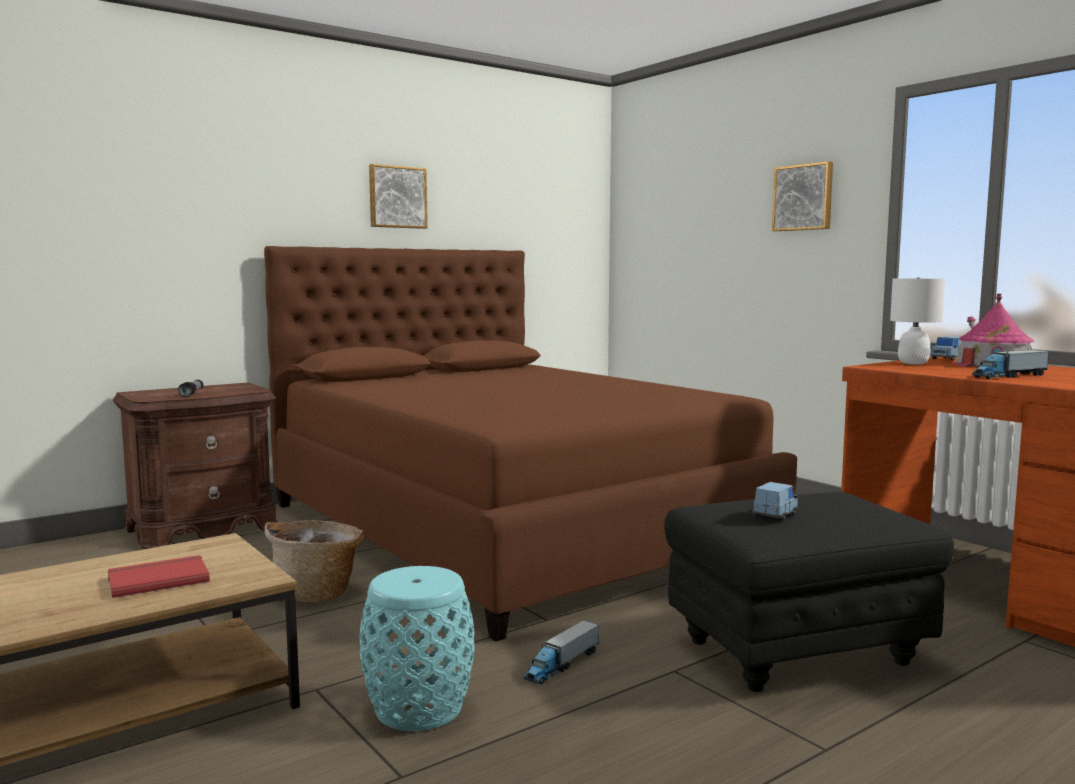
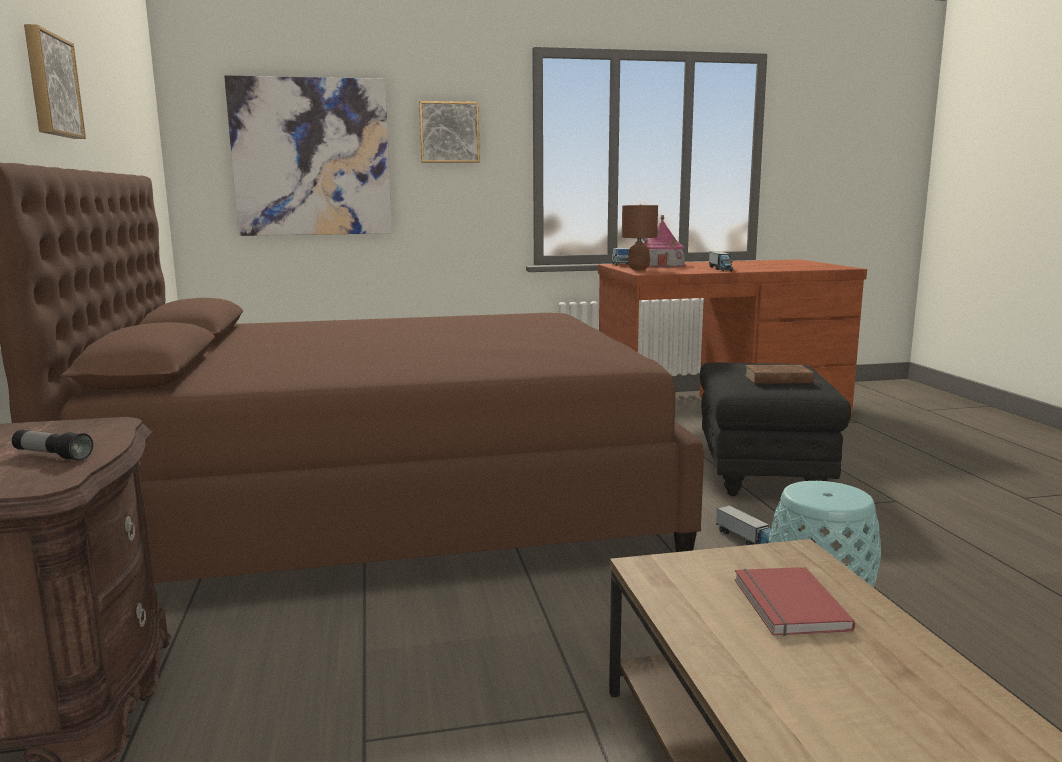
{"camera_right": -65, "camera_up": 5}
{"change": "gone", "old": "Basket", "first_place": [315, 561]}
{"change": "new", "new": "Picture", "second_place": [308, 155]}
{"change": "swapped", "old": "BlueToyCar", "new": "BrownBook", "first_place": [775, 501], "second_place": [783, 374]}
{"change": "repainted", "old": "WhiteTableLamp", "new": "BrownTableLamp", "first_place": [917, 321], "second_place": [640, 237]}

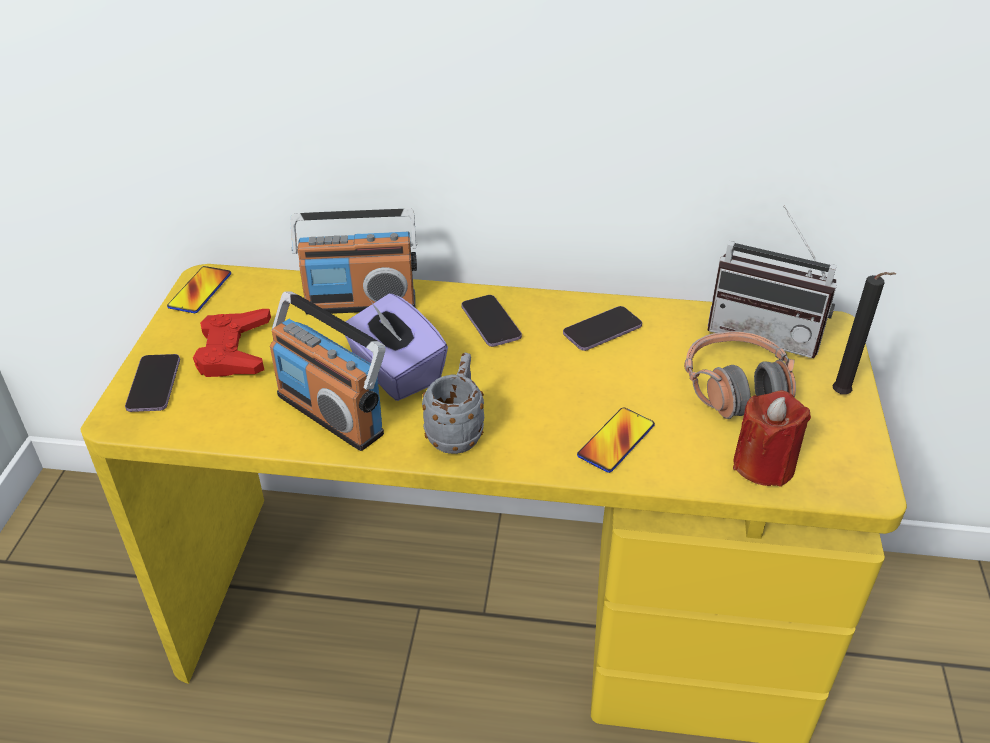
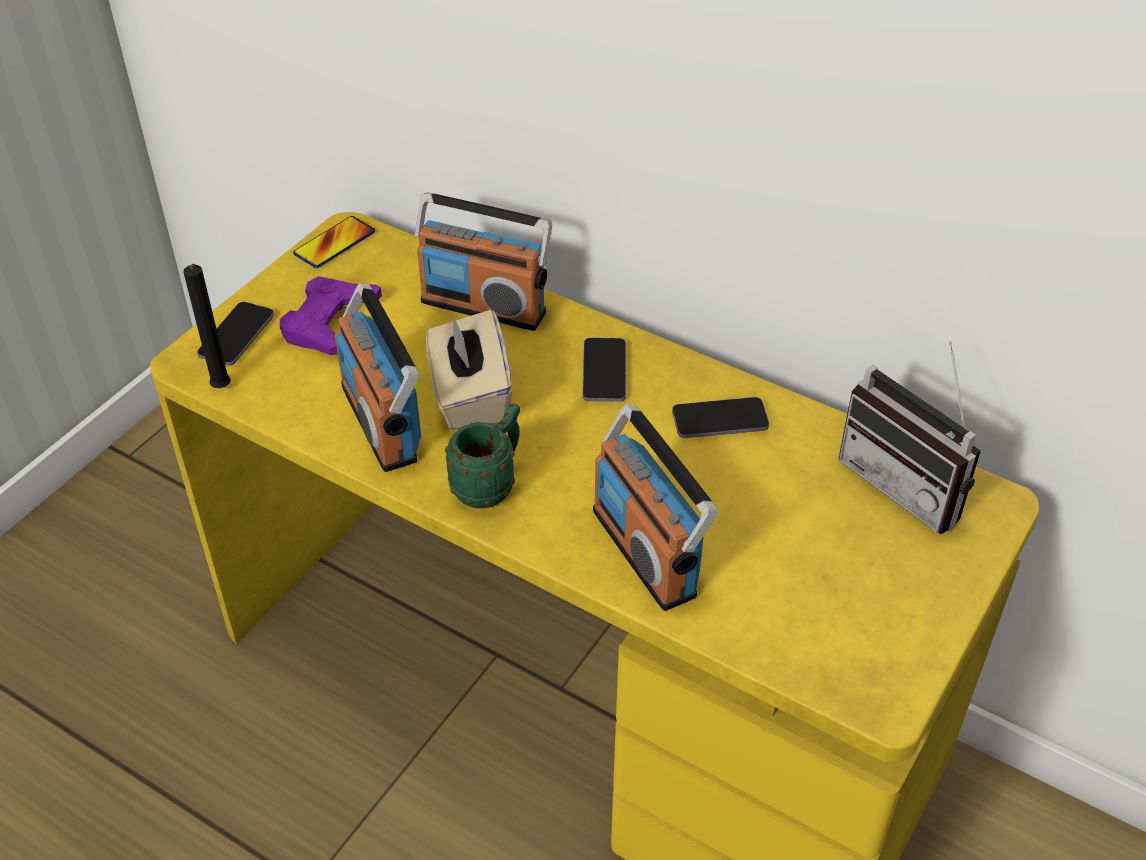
{"camera_right": 25, "camera_up": 5}
{"change": "gone", "old": "Headphones", "first_place": [740, 375]}
{"change": "gone", "old": "RedCandle", "first_place": [772, 438]}
{"change": "shifted", "old": "BlackCandle", "first_place": [864, 333], "second_place": [207, 326]}
{"change": "swapped", "old": "Phone", "new": "Radio", "first_place": [616, 440], "second_place": [655, 507]}
{"change": "repainted", "old": "RedGameController", "new": "PurpleGameController", "first_place": [232, 343], "second_place": [331, 315]}
{"change": "repainted", "old": "PurpleTissueBox", "new": "BeigeTissueBox", "first_place": [396, 347], "second_place": [469, 370]}
{"change": "repainted", "old": "GreyMug", "new": "GreenMug", "first_place": [453, 403], "second_place": [482, 455]}

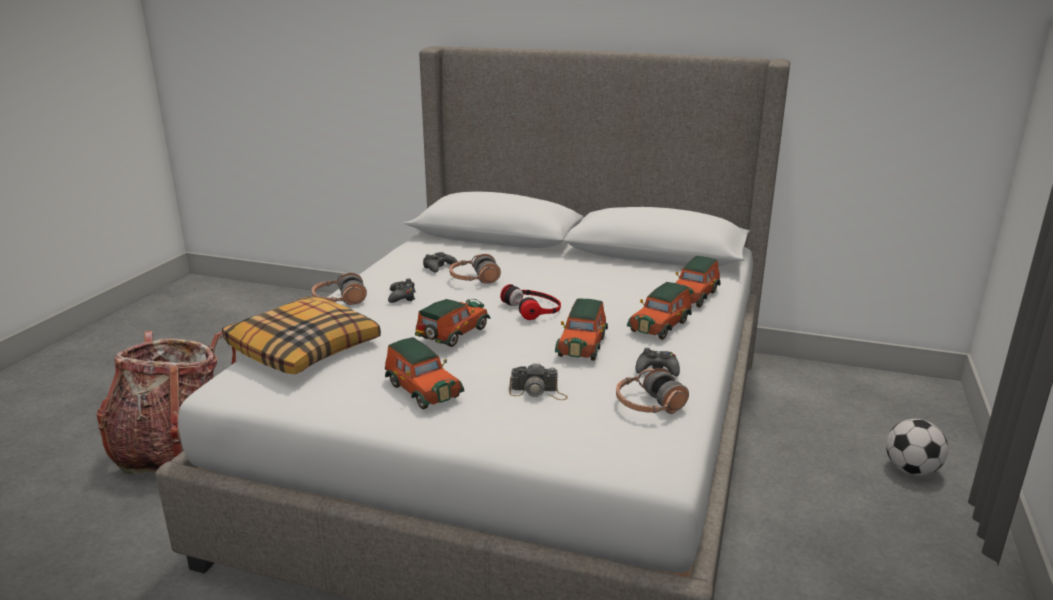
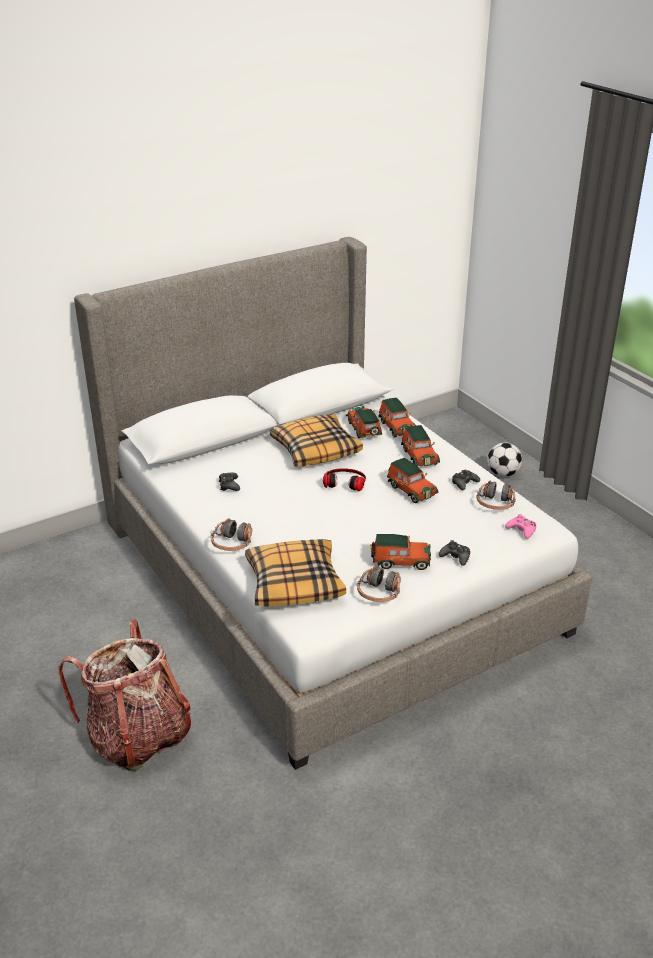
{"camera_right": -50, "camera_up": 10}
{"change": "gone", "old": "PhotoCamera", "first_place": [538, 381]}
{"change": "new", "new": "Pillow", "second_place": [316, 440]}
{"change": "new", "new": "PinkGameController", "second_place": [520, 526]}
{"change": "shifted", "old": "BlackGameController", "first_place": [402, 290], "second_place": [454, 553]}
{"change": "shifted", "old": "ToyCar", "first_place": [453, 323], "second_place": [364, 421]}
{"change": "shifted", "old": "Headphones", "first_place": [475, 269], "second_place": [379, 584]}

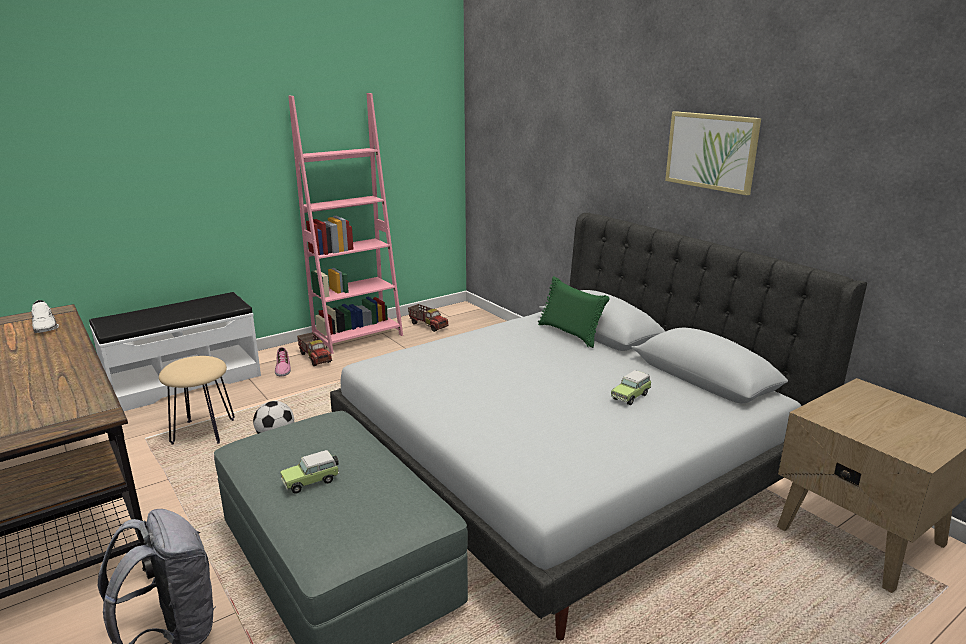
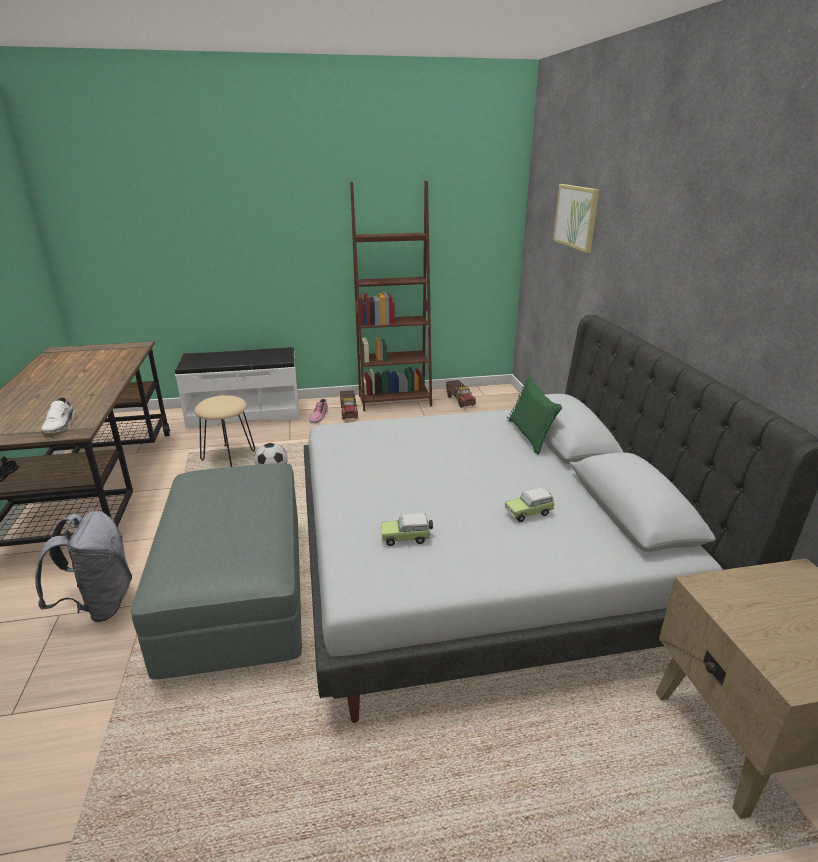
{"camera_right": 25, "camera_up": 5}
{"change": "shifted", "old": "WhiteShoe", "first_place": [45, 316], "second_place": [58, 415]}
{"change": "shifted", "old": "ToyCar", "first_place": [309, 472], "second_place": [407, 529]}
{"change": "shifted", "old": "Picture", "first_place": [713, 153], "second_place": [576, 218]}
{"change": "repainted", "old": "PinkBookcase", "new": "BrownBookcase", "first_place": [345, 223], "second_place": [391, 296]}

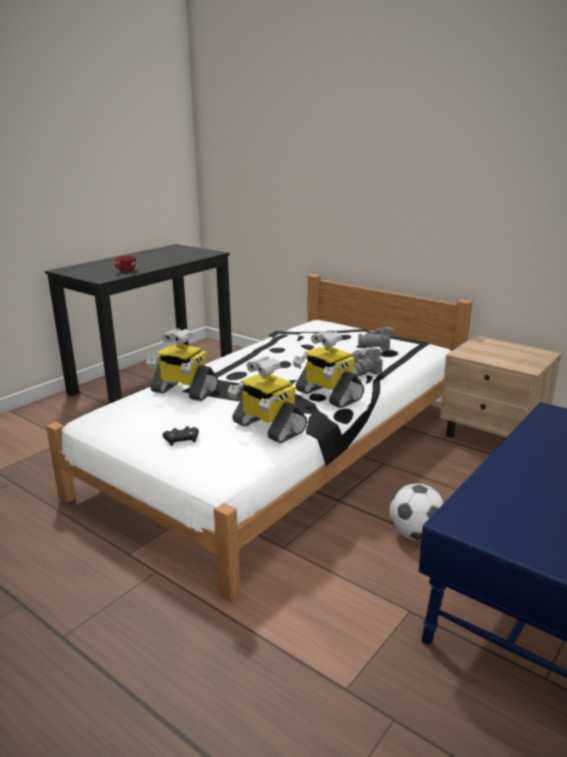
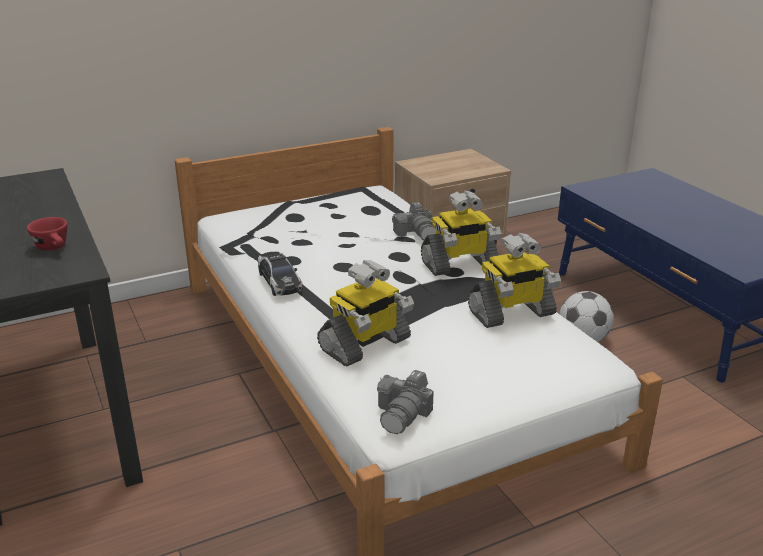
{"camera_right": -65, "camera_up": 5}
{"change": "gone", "old": "BlackGameController", "first_place": [181, 436]}
{"change": "new", "new": "ToyCar", "second_place": [280, 274]}
{"change": "shifted", "old": "PhotoCamera", "first_place": [376, 339], "second_place": [405, 402]}

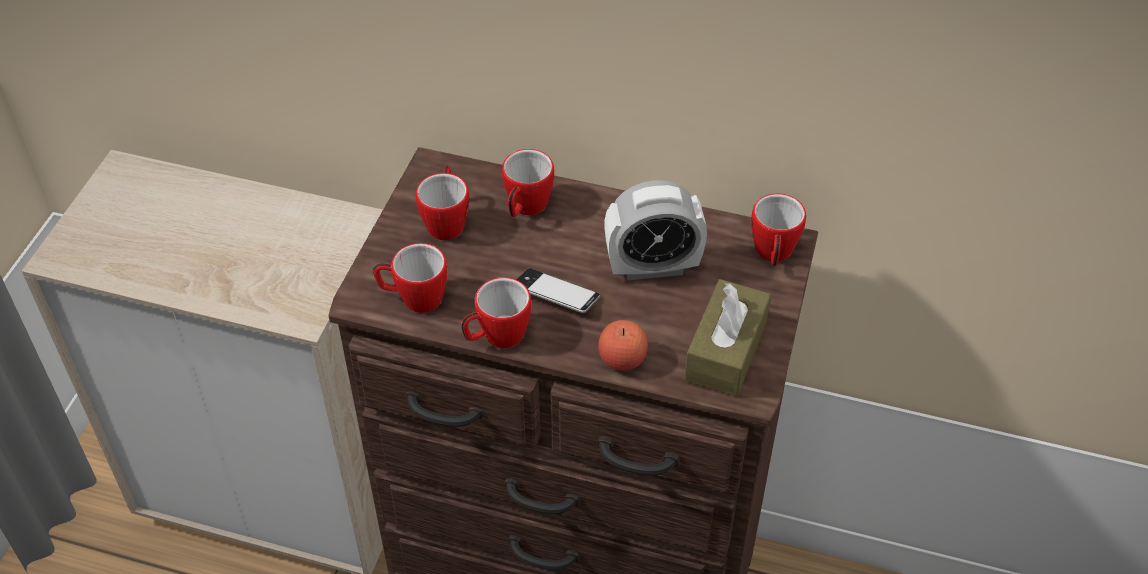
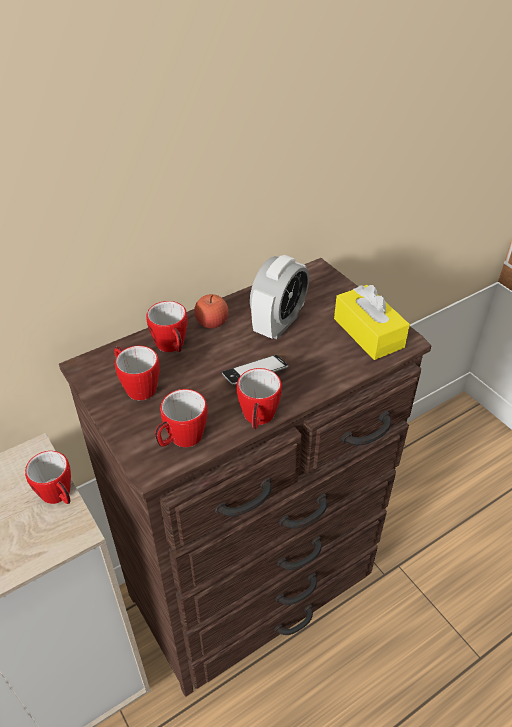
{"camera_right": -50, "camera_up": -5}
{"change": "shifted", "old": "Apple", "first_place": [623, 345], "second_place": [211, 311]}
{"change": "shifted", "old": "Mug", "first_place": [778, 230], "second_place": [48, 477]}
{"change": "repainted", "old": "BrownTissueBox", "new": "YellowTissueBox", "first_place": [727, 337], "second_place": [372, 322]}

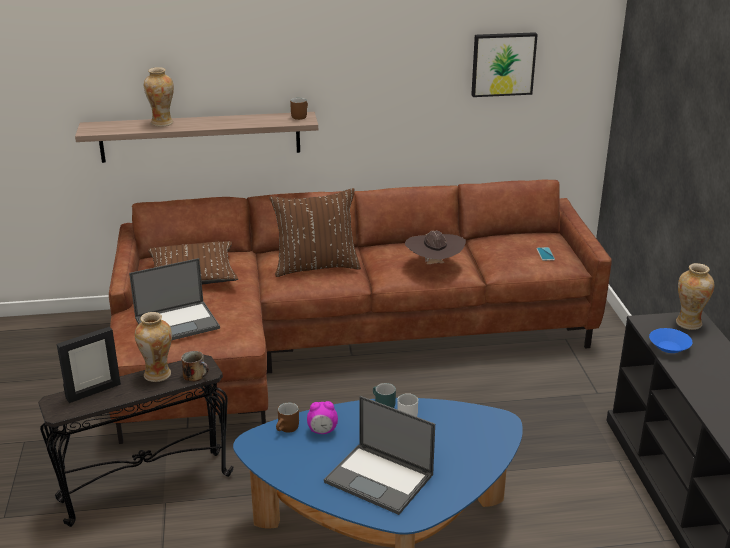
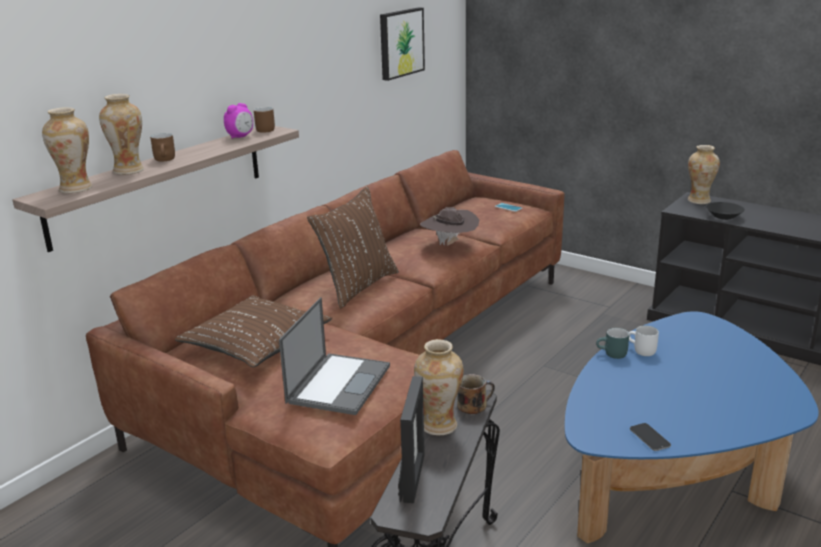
{"camera_right": -45, "camera_up": -5}
{"change": "gone", "old": "Laptop", "first_place": [379, 455]}
{"change": "new", "new": "Vase", "second_place": [67, 150]}
{"change": "new", "new": "Phone", "second_place": [650, 437]}
{"change": "shifted", "old": "BrownMug", "first_place": [287, 418], "second_place": [162, 147]}
{"change": "shifted", "old": "AlarmClock", "first_place": [322, 417], "second_place": [238, 121]}
{"change": "repainted", "old": "BlueBowl", "new": "BlackBowl", "first_place": [670, 340], "second_place": [725, 211]}

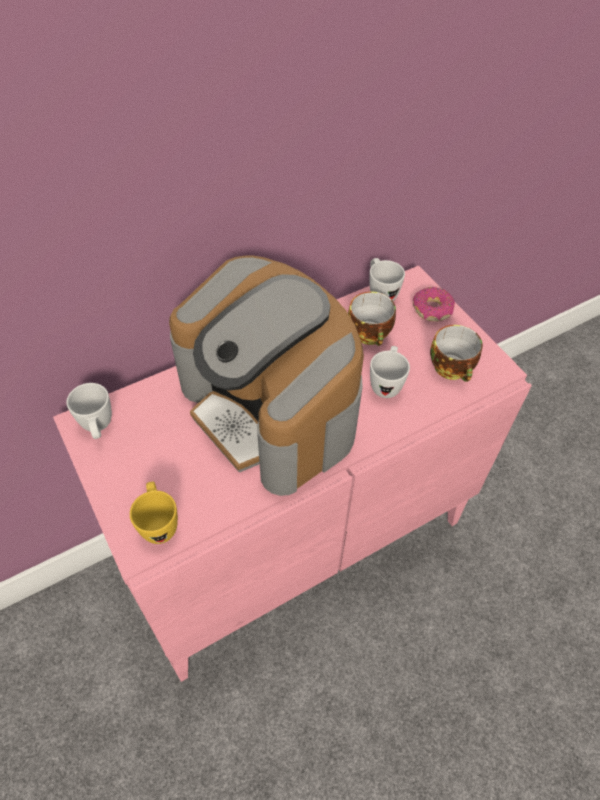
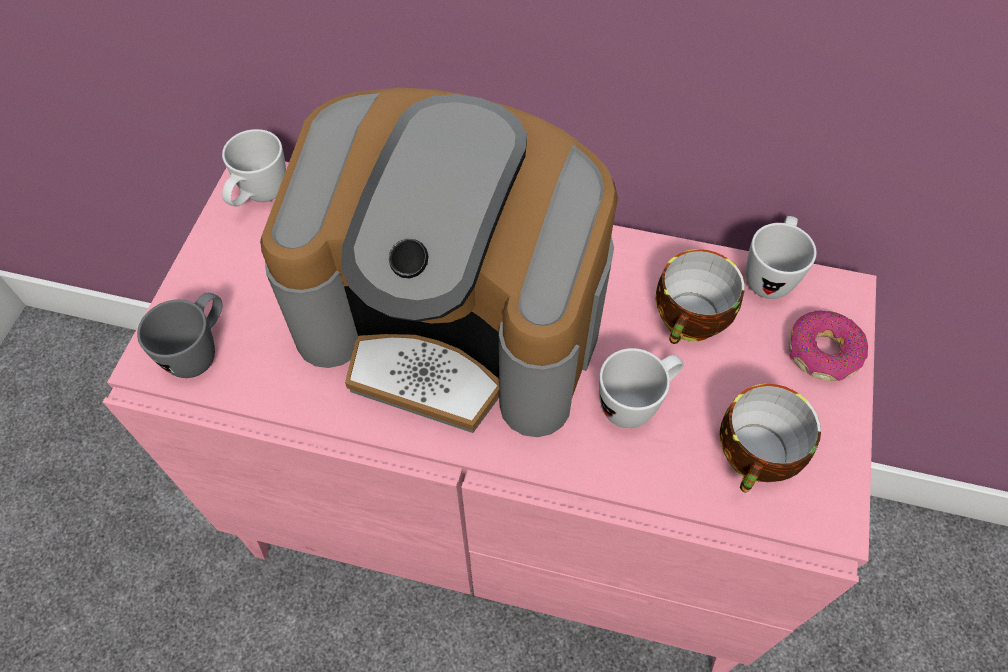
{"camera_right": 45, "camera_up": 5}
{"change": "repainted", "old": "YellowMug", "new": "GreyMug", "first_place": [154, 513], "second_place": [179, 335]}
{"change": "rotated", "old": "CoffeeMachine", "first_place": [266, 376], "second_place": [439, 262], "degrees": -75}

